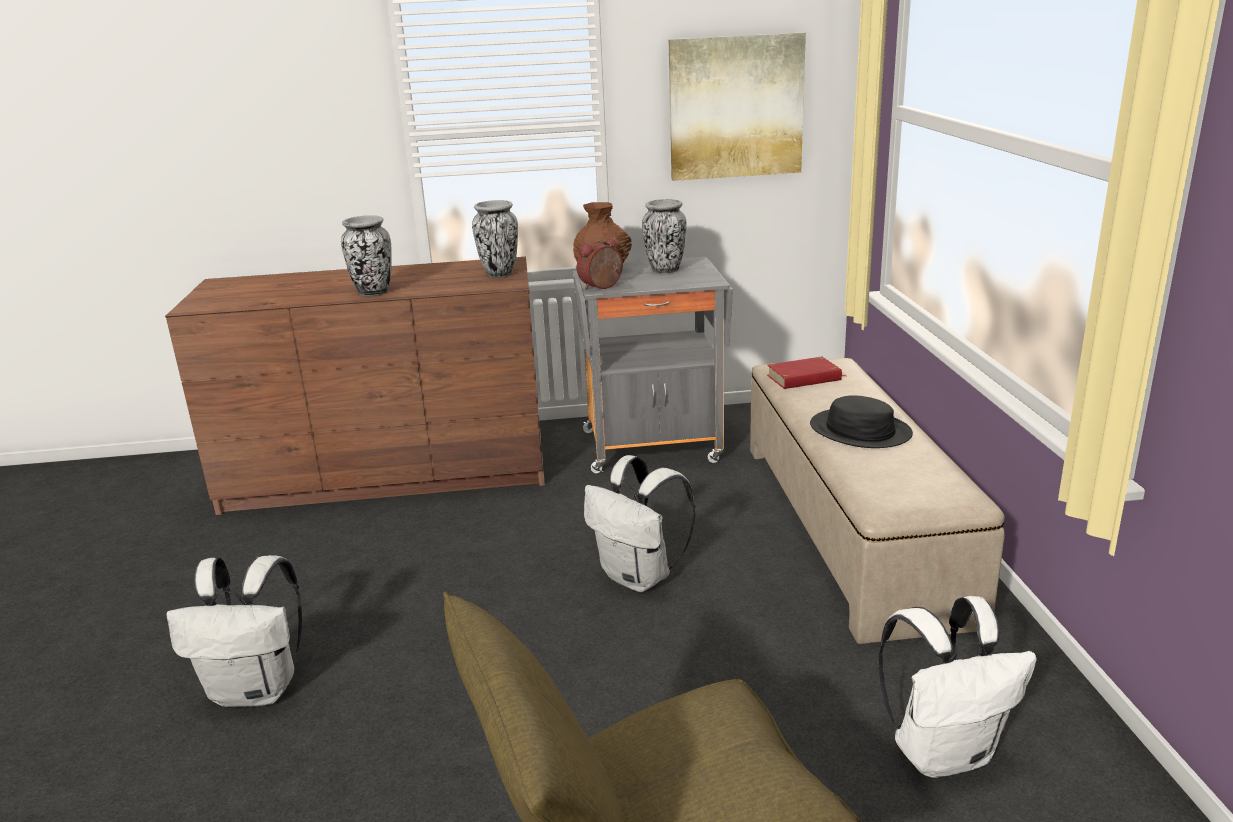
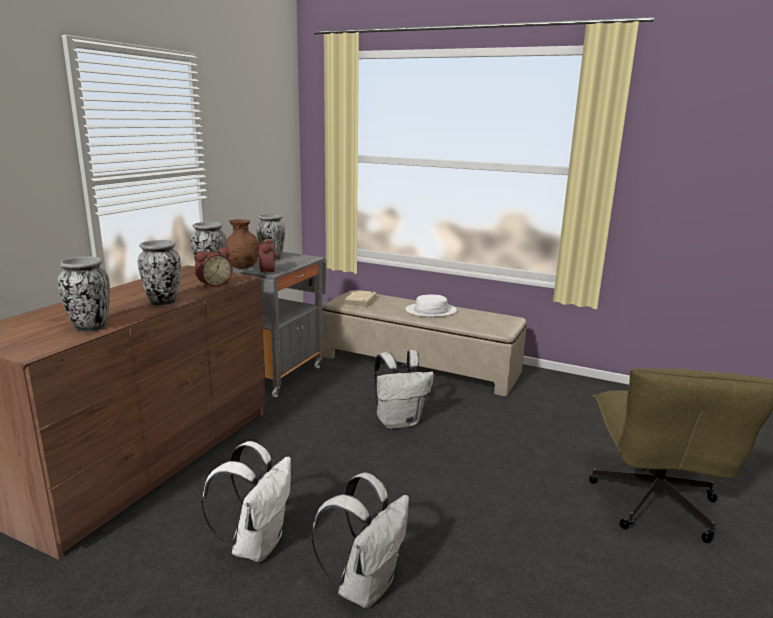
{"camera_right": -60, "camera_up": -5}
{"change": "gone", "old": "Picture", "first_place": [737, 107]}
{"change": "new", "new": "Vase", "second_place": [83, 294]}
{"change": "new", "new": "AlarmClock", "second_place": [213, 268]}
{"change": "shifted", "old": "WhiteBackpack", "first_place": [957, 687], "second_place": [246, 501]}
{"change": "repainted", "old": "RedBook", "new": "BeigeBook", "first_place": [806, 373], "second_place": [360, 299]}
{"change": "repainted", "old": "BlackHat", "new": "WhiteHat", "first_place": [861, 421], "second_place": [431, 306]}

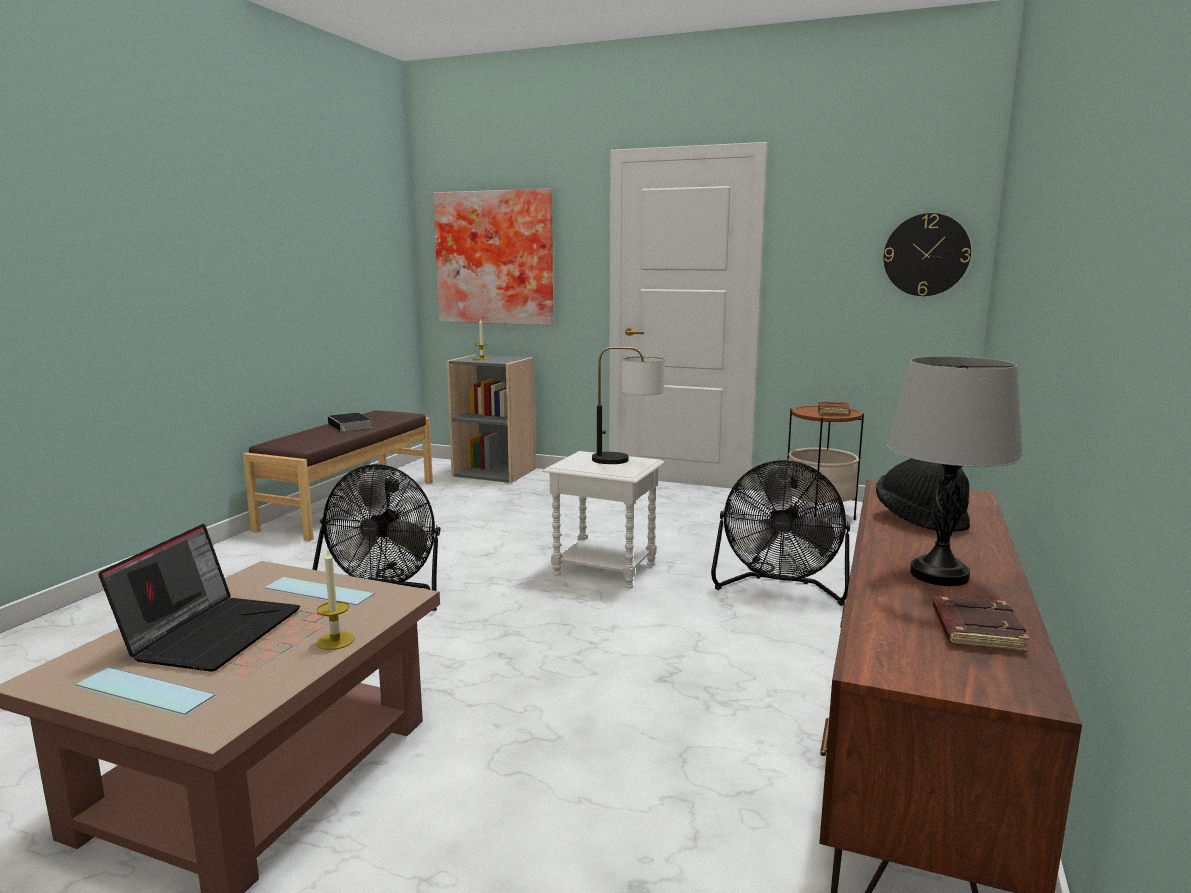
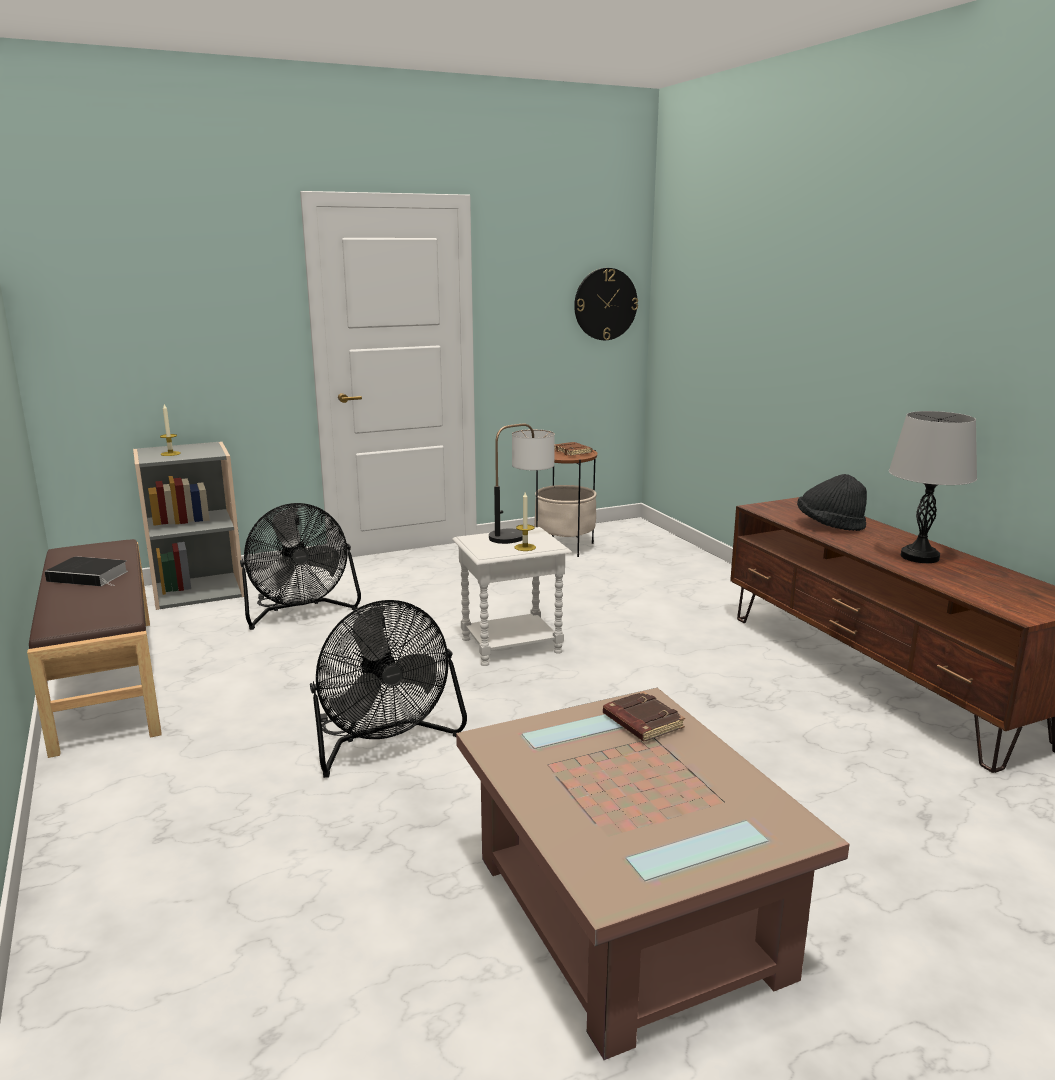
{"camera_right": -45, "camera_up": 5}
{"change": "gone", "old": "Laptop", "first_place": [199, 597]}
{"change": "gone", "old": "Picture", "first_place": [493, 256]}
{"change": "shifted", "old": "Candle", "first_place": [335, 600], "second_place": [525, 521]}
{"change": "shifted", "old": "BlackFan", "first_place": [780, 533], "second_place": [300, 566]}
{"change": "shifted", "old": "BrownBook", "first_place": [981, 624], "second_place": [644, 716]}

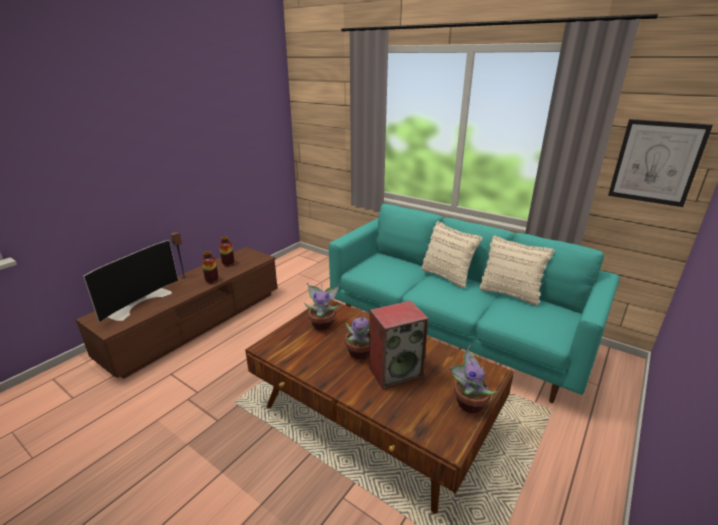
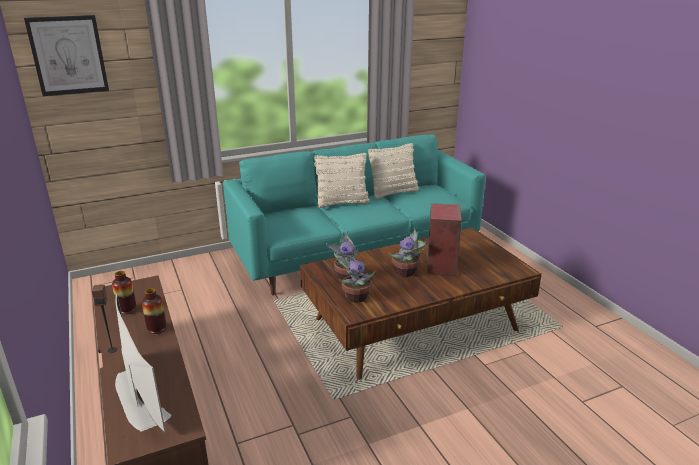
{"camera_right": -60, "camera_up": 0}
{"change": "shifted", "old": "PottedPlant", "first_place": [473, 379], "second_place": [355, 277]}
{"change": "shifted", "old": "Picture", "first_place": [660, 163], "second_place": [66, 55]}

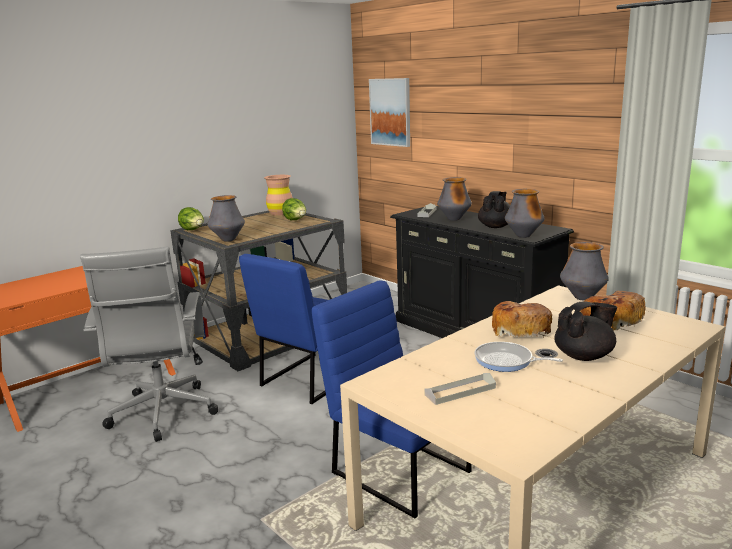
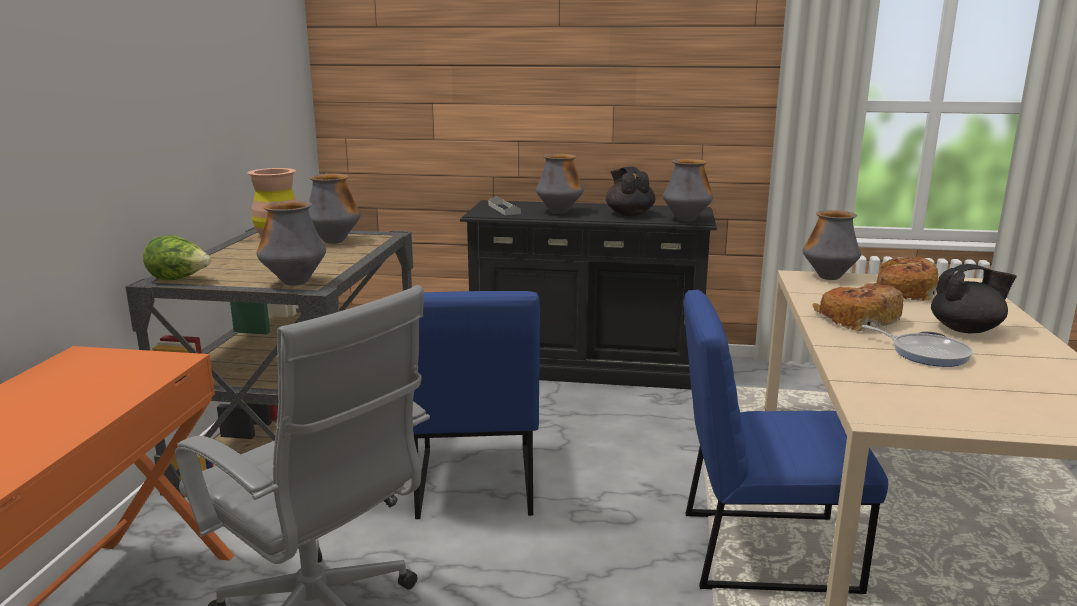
{"camera_right": -40, "camera_up": 0}
{"change": "gone", "old": "Picture", "first_place": [389, 112]}
{"change": "gone", "old": "GreyTray", "first_place": [460, 389]}
{"change": "swapped", "old": "Lettuce", "new": "Vase", "first_place": [294, 209], "second_place": [334, 209]}
{"change": "rotated", "old": "FryingPan", "first_place": [518, 357], "second_place": [917, 346], "degrees": -120}
{"change": "rotated", "old": "BlackTeapot", "first_place": [585, 331], "second_place": [974, 298], "degrees": 60}

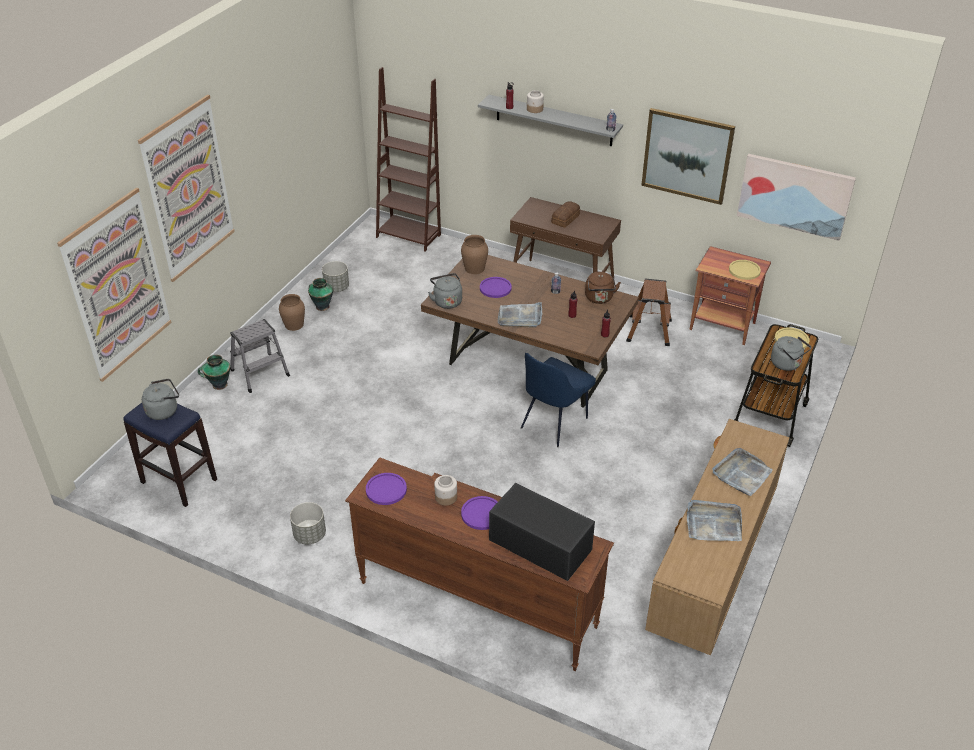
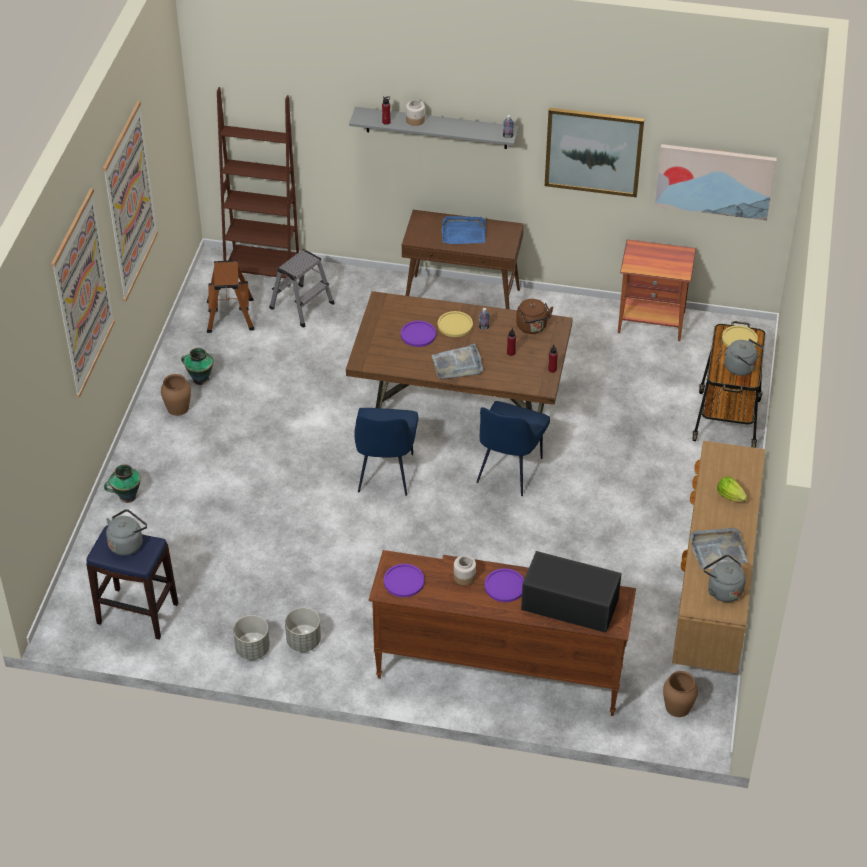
{"camera_right": -15, "camera_up": 5}
{"change": "new", "new": "BlueChair", "second_place": [386, 452]}
{"change": "shifted", "old": "Picture", "first_place": [114, 285], "second_place": [130, 201]}
{"change": "shifted", "old": "GreyStepLadder", "first_place": [260, 356], "second_place": [302, 288]}
{"change": "shifted", "old": "GreyPlanter", "first_place": [335, 276], "second_place": [251, 637]}
{"change": "shifted", "old": "GreyKettle", "first_place": [445, 291], "second_place": [725, 578]}
{"change": "shifted", "old": "BrownVase", "first_place": [474, 254], "second_place": [680, 694]}
{"change": "shifted", "old": "BrownStepLadder", "first_place": [649, 312], "second_place": [230, 296]}
{"change": "shifted", "old": "YellowPlate", "first_place": [745, 270], "second_place": [455, 324]}
{"change": "swapped", "old": "Bread", "new": "BlueTray", "first_place": [565, 214], "second_place": [463, 230]}
{"change": "swapped", "old": "GreyTray", "new": "Lettuce", "first_place": [742, 472], "second_place": [732, 489]}

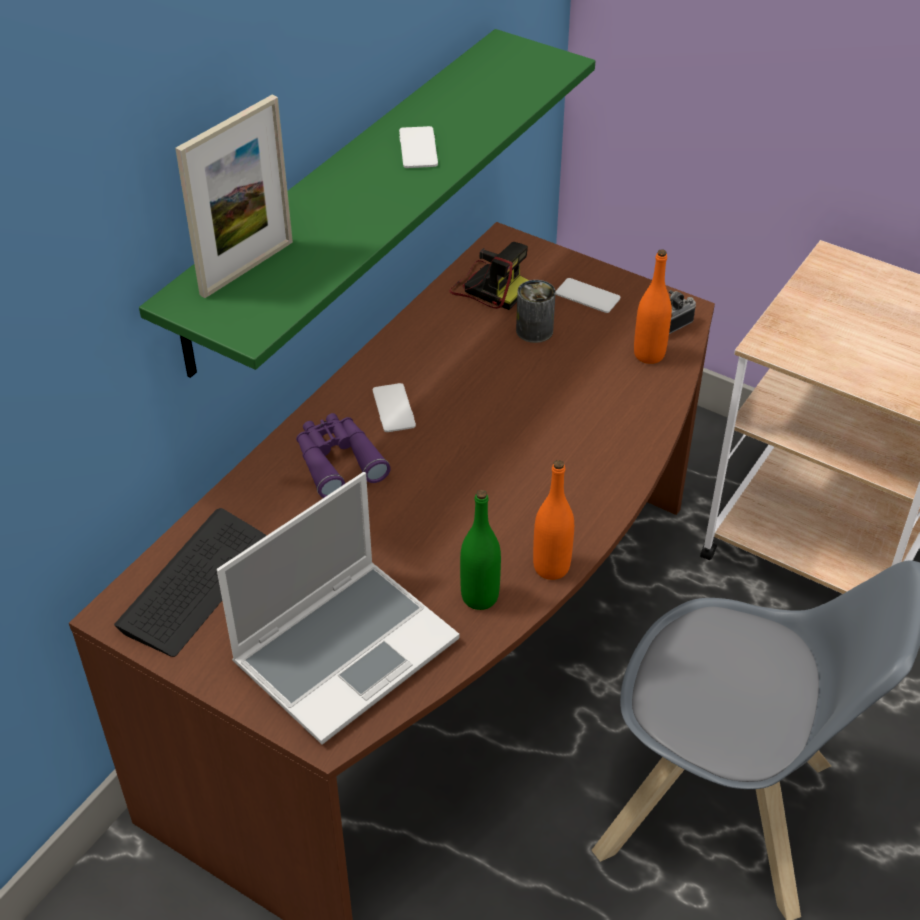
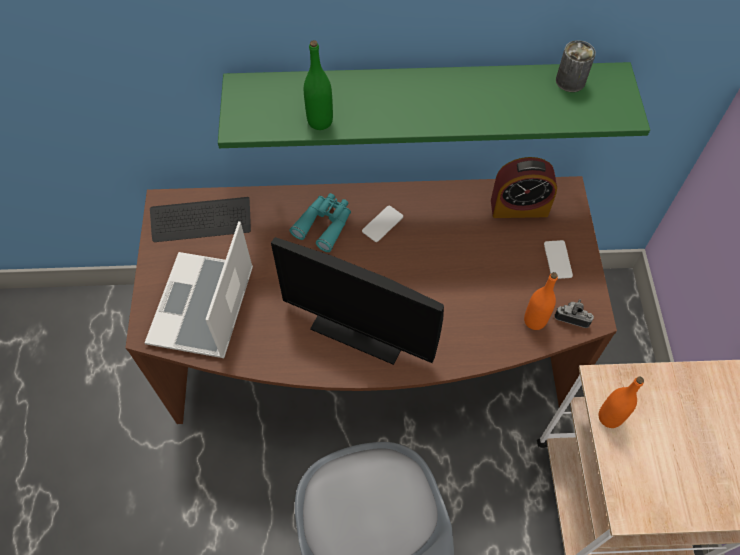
{"camera_right": 55, "camera_up": 15}
{"change": "gone", "old": "PictureFrame", "first_place": [234, 196]}
{"change": "gone", "old": "Phone", "first_place": [418, 147]}
{"change": "new", "new": "Monitor", "second_place": [357, 301]}
{"change": "shifted", "old": "GreenBottle", "first_place": [480, 550], "second_place": [318, 85]}
{"change": "shifted", "old": "Can", "first_place": [536, 311], "second_place": [576, 66]}
{"change": "shifted", "old": "OrangeBottle", "first_place": [553, 520], "second_place": [621, 402]}
{"change": "swapped", "old": "PhotoCamera", "new": "AlarmClock", "first_place": [489, 276], "second_place": [524, 187]}
{"change": "repainted", "old": "PurpleBinoculars", "new": "TurquoiseBinoculars", "first_place": [343, 455], "second_place": [320, 222]}
{"change": "rotated", "old": "Laptop", "first_place": [338, 608], "second_place": [199, 289], "degrees": 90}

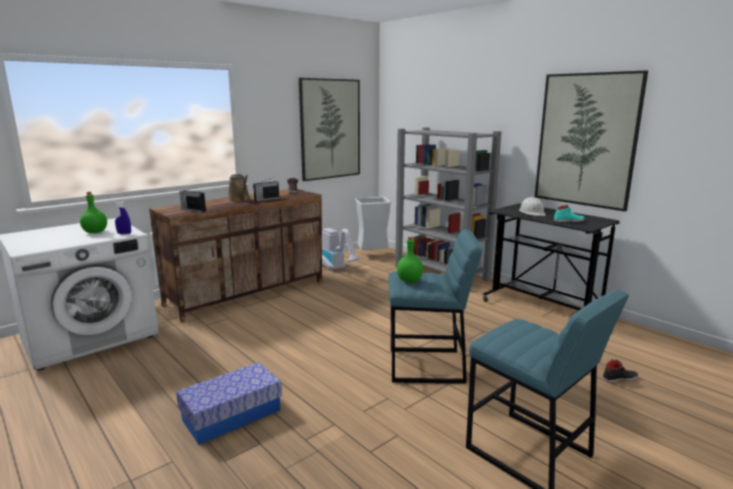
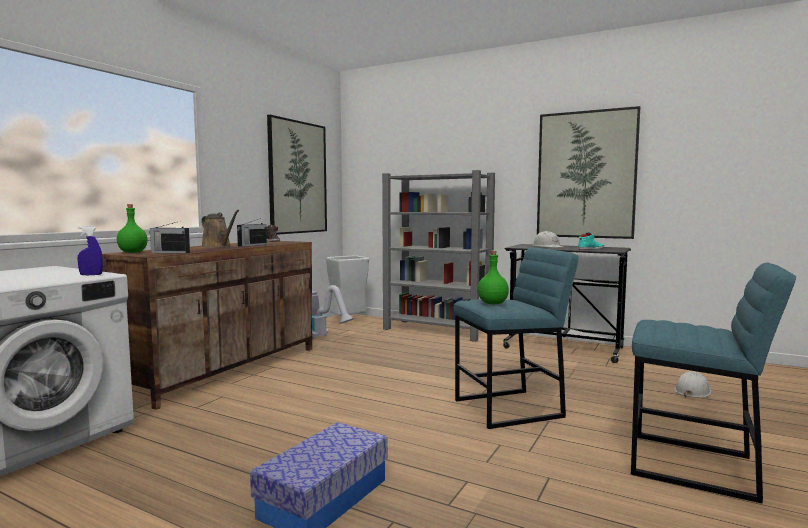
{"camera_right": -20, "camera_up": -10}
{"change": "shifted", "old": "GreenBottle", "first_place": [93, 212], "second_place": [132, 228]}
{"change": "swapped", "old": "BlackShoe", "new": "WhiteHardHat", "first_place": [620, 371], "second_place": [692, 384]}

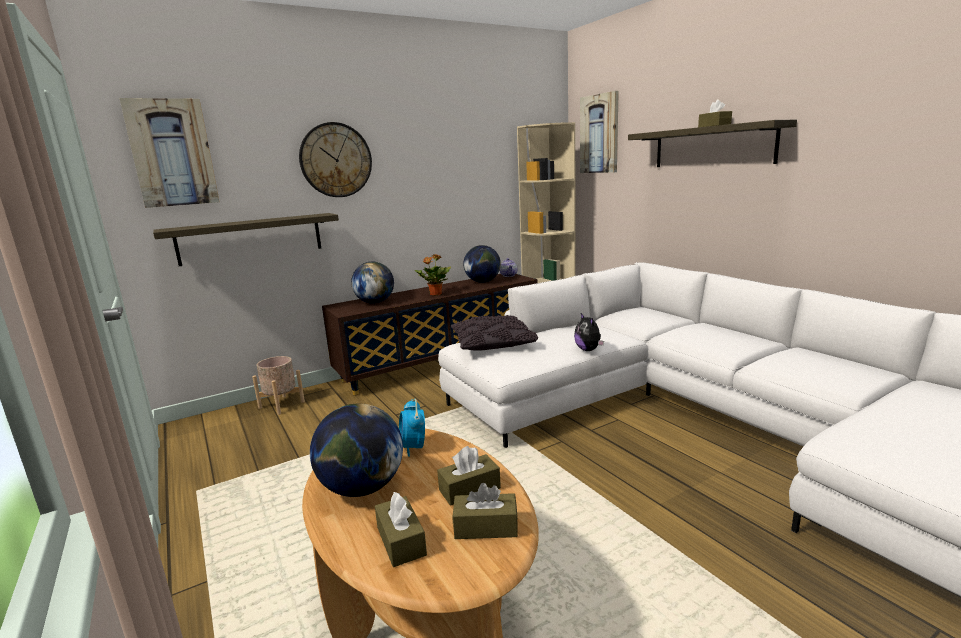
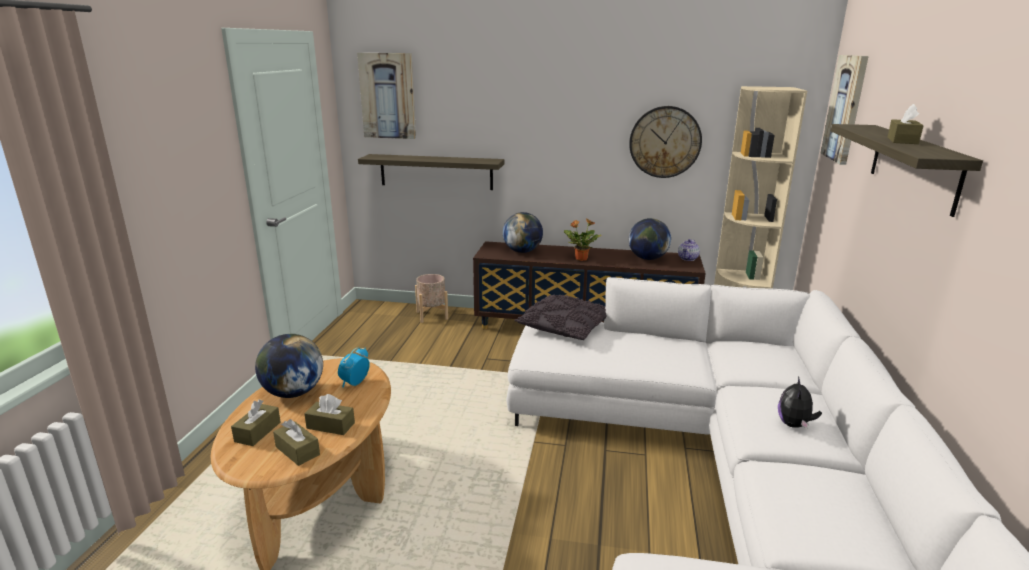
{"camera_right": 40, "camera_up": 5}
{"change": "shifted", "old": "WallClock", "first_place": [335, 159], "second_place": [665, 142]}
{"change": "shifted", "old": "PlushToy", "first_place": [589, 332], "second_place": [800, 402]}

